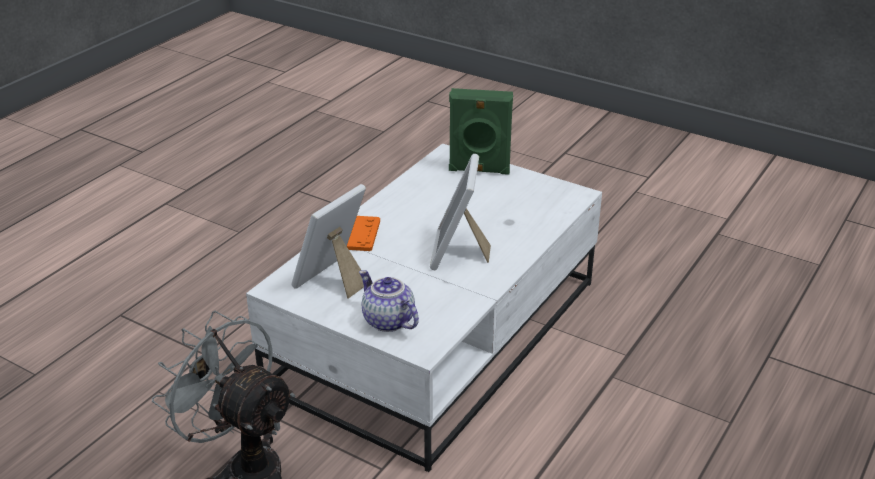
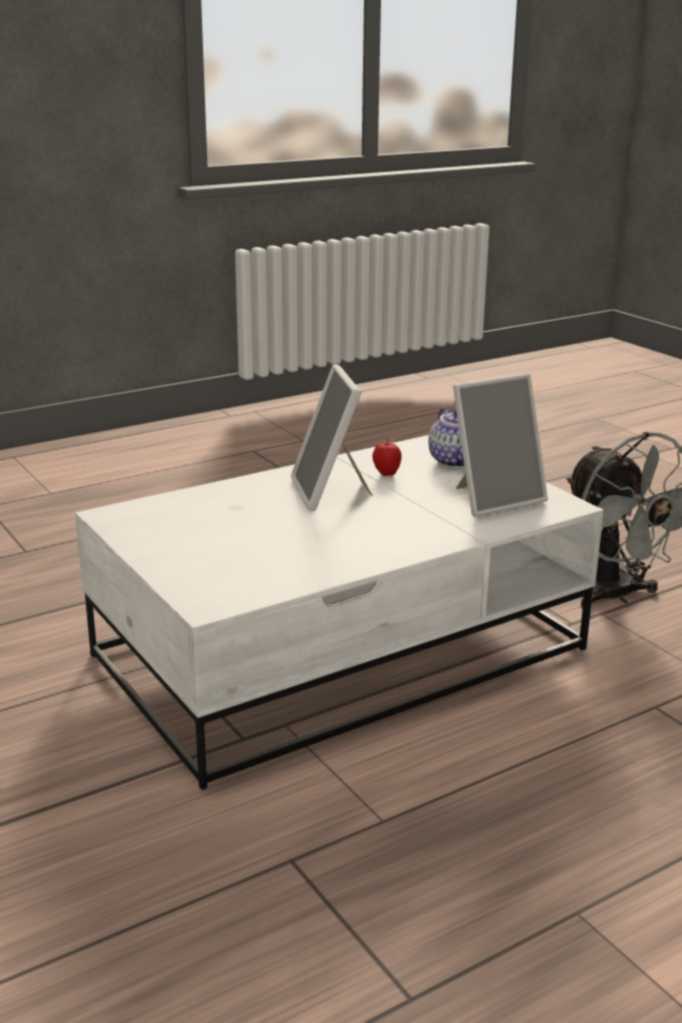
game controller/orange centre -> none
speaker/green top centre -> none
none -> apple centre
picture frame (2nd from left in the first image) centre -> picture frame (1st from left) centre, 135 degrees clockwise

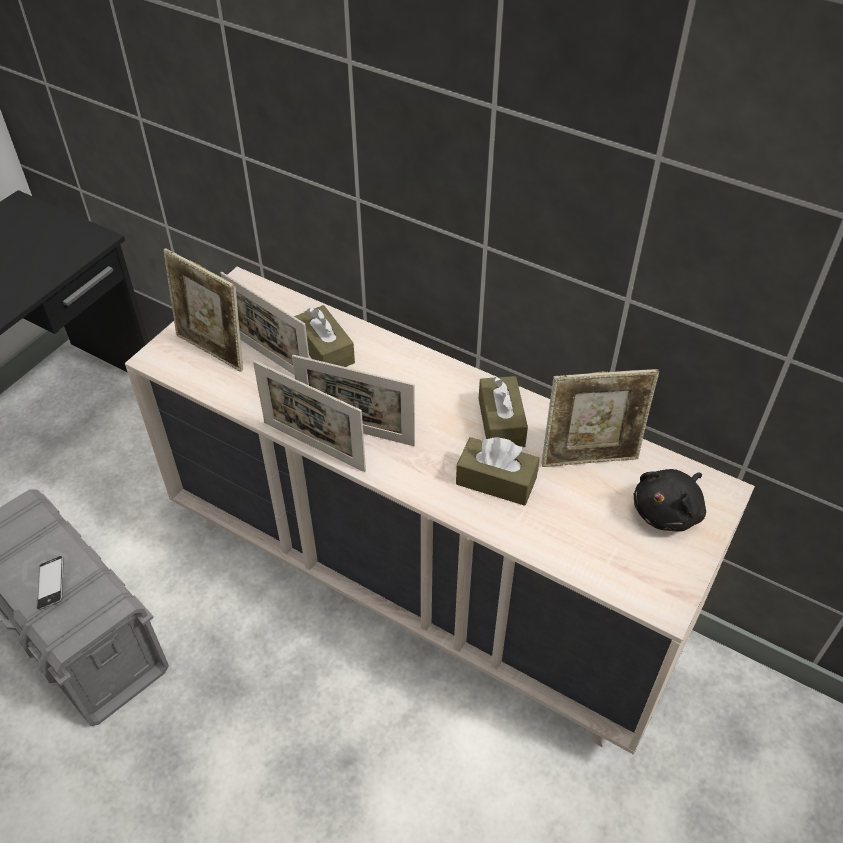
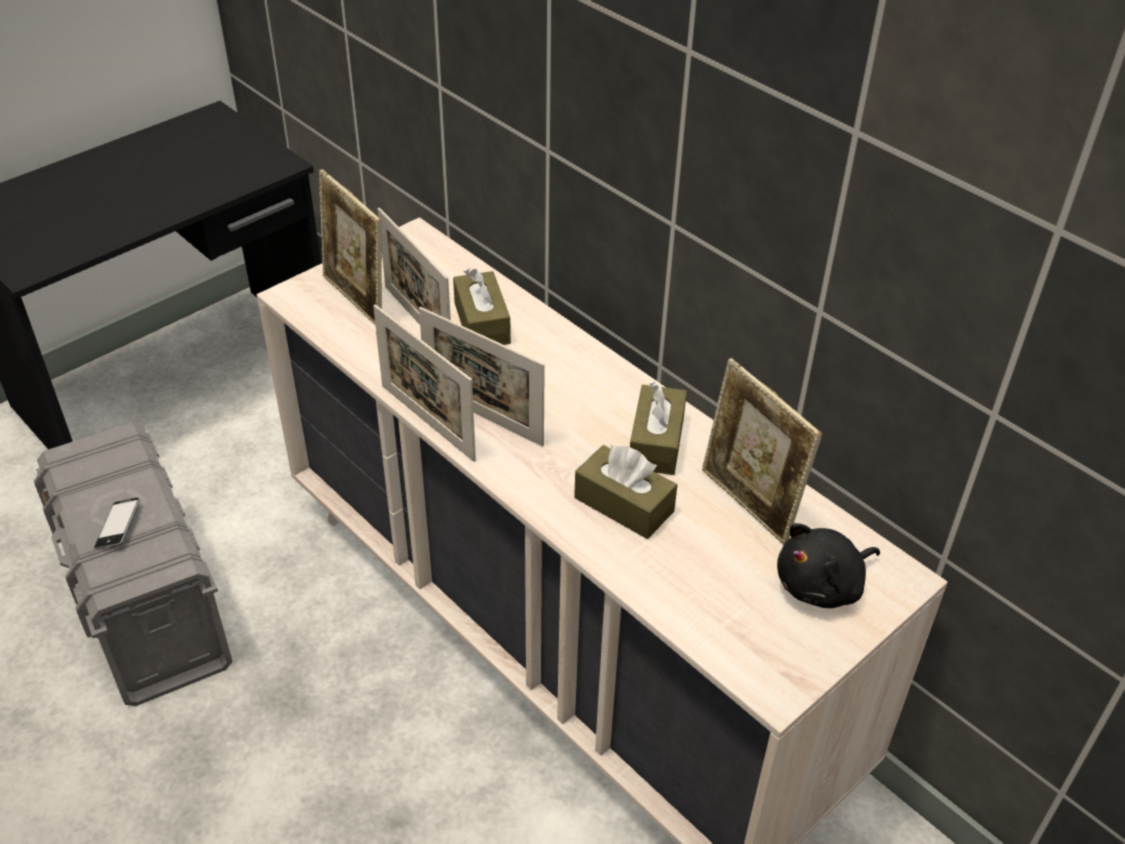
picture frame (5th from left) middle right, 45 degrees clockwise

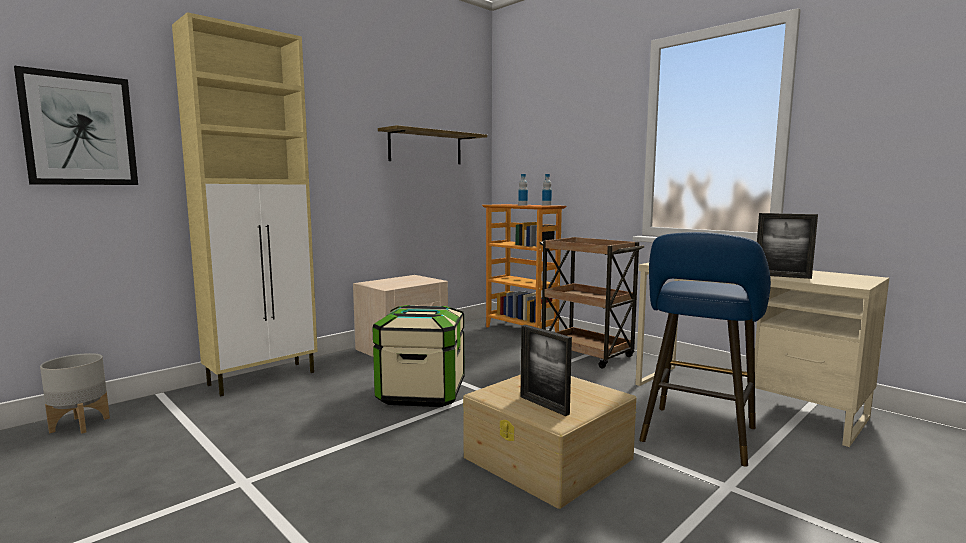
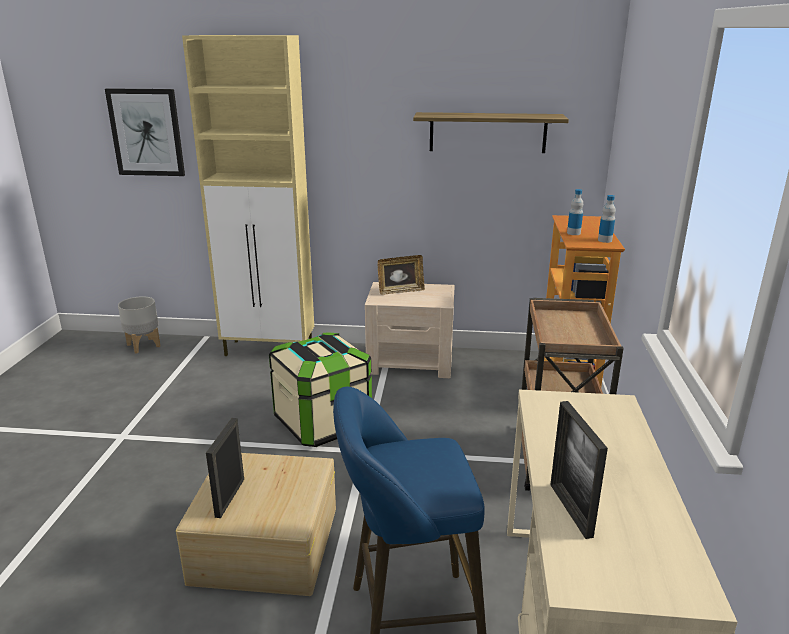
none -> picture frame (2nd from left) centre

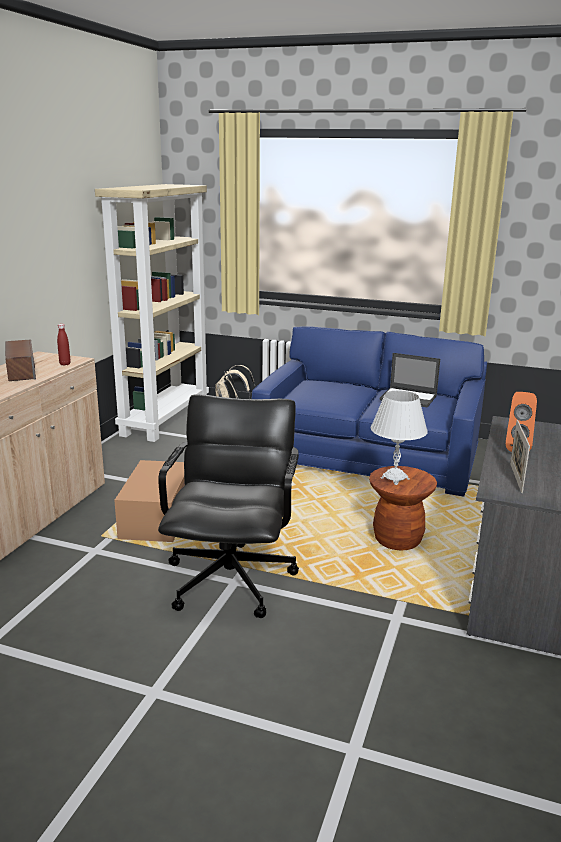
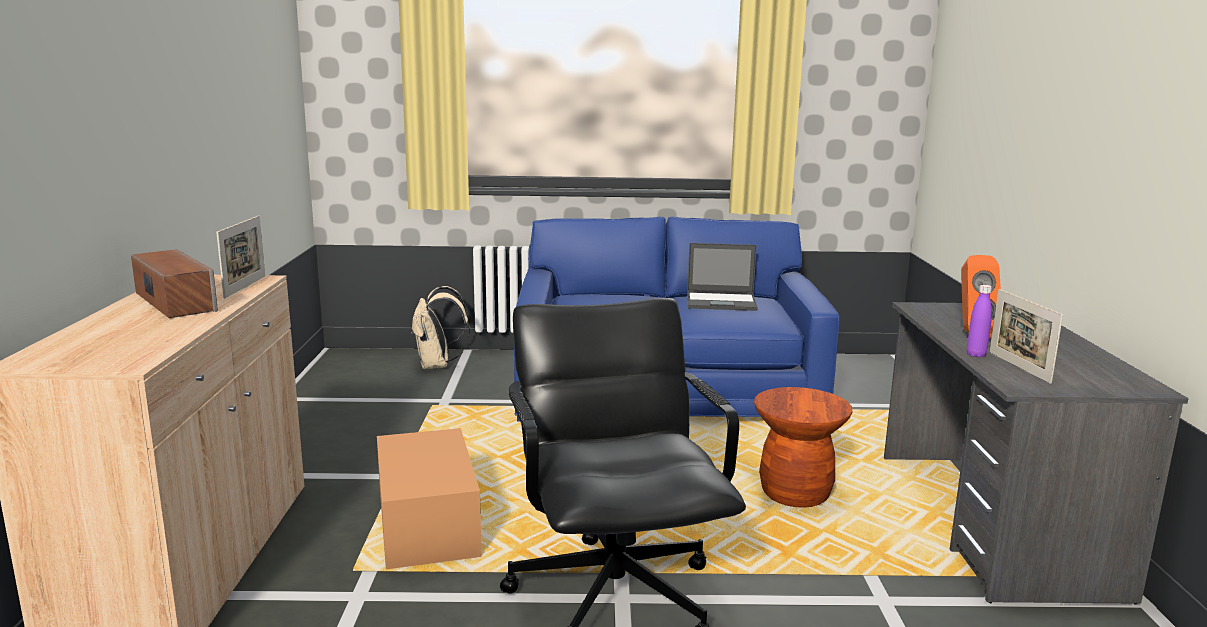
bookcase/beige middle left -> none
table lamp/white middle right -> none
none -> bottle/purple middle right
bottle/red middle left -> picture frame (1st from left) middle left

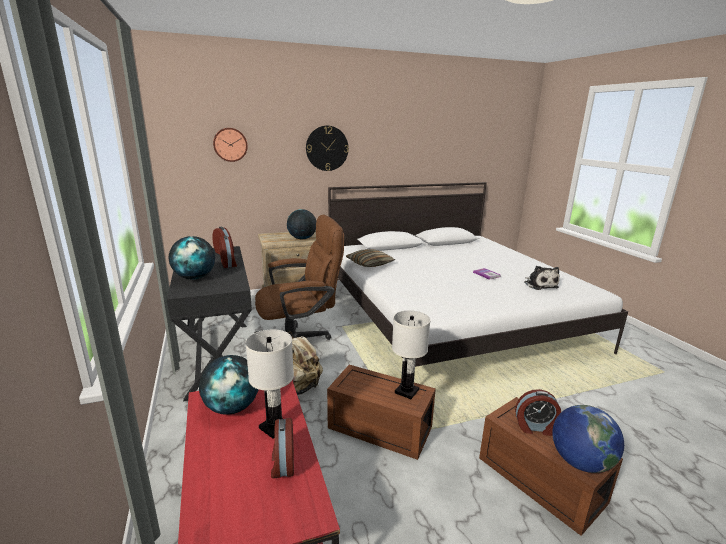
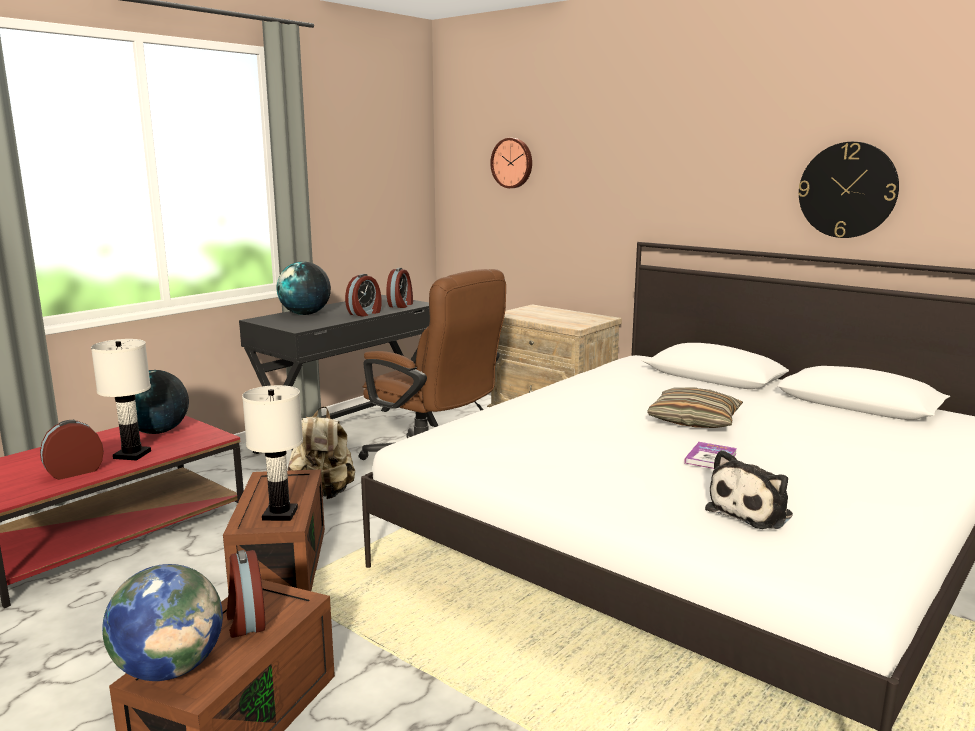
globe (3rd from left) centre -> none
wall clock (2nd from left) top centre -> wall clock (2nd from left) top right, moved
pillow centre -> pillow middle right, moved

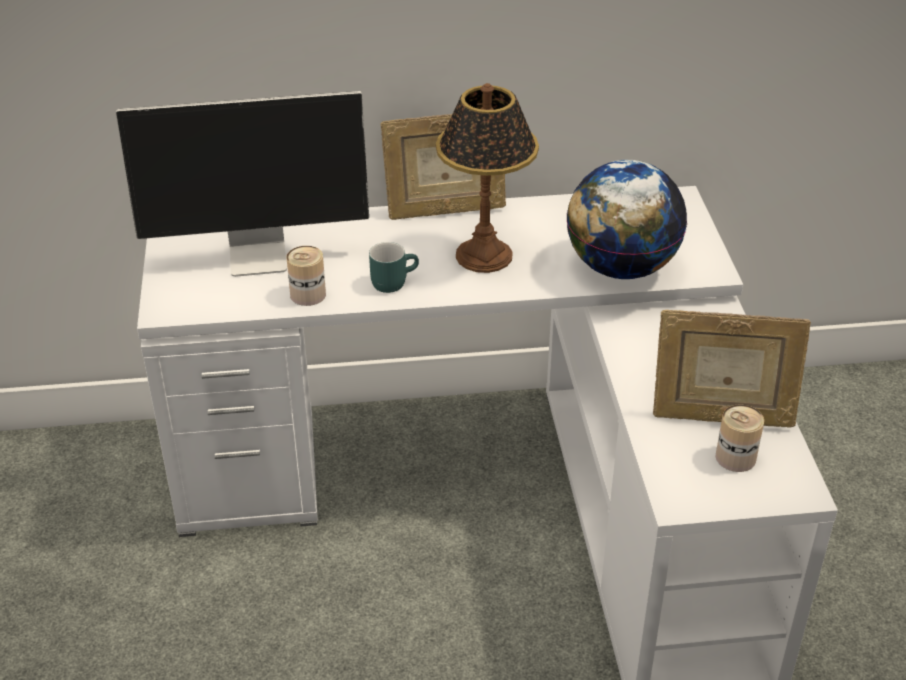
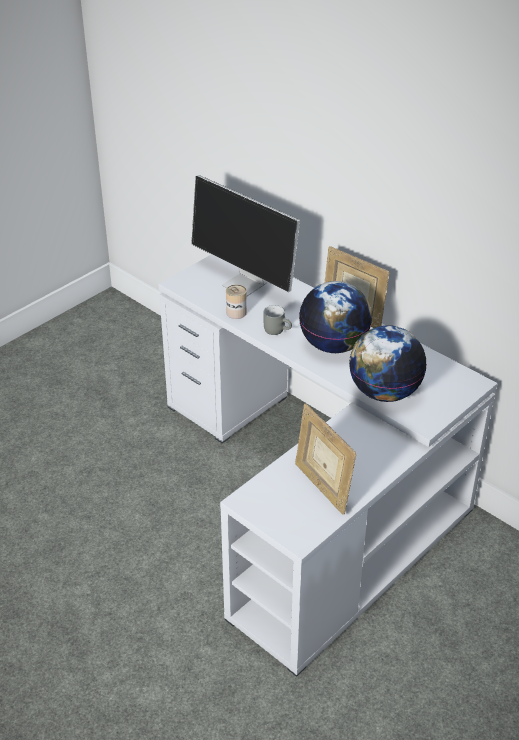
can (2nd from left) middle right -> none
table lamp top centre -> globe (1st from left) centre
mug/turquoise centre -> mug/grey centre

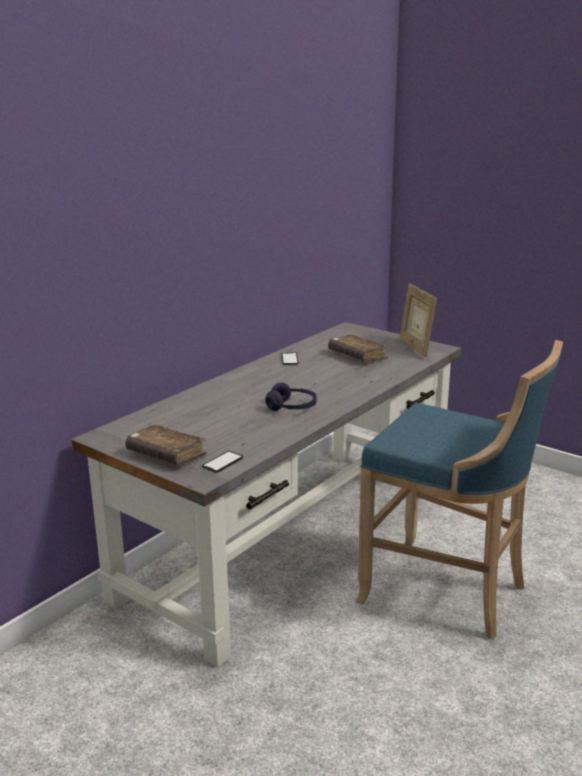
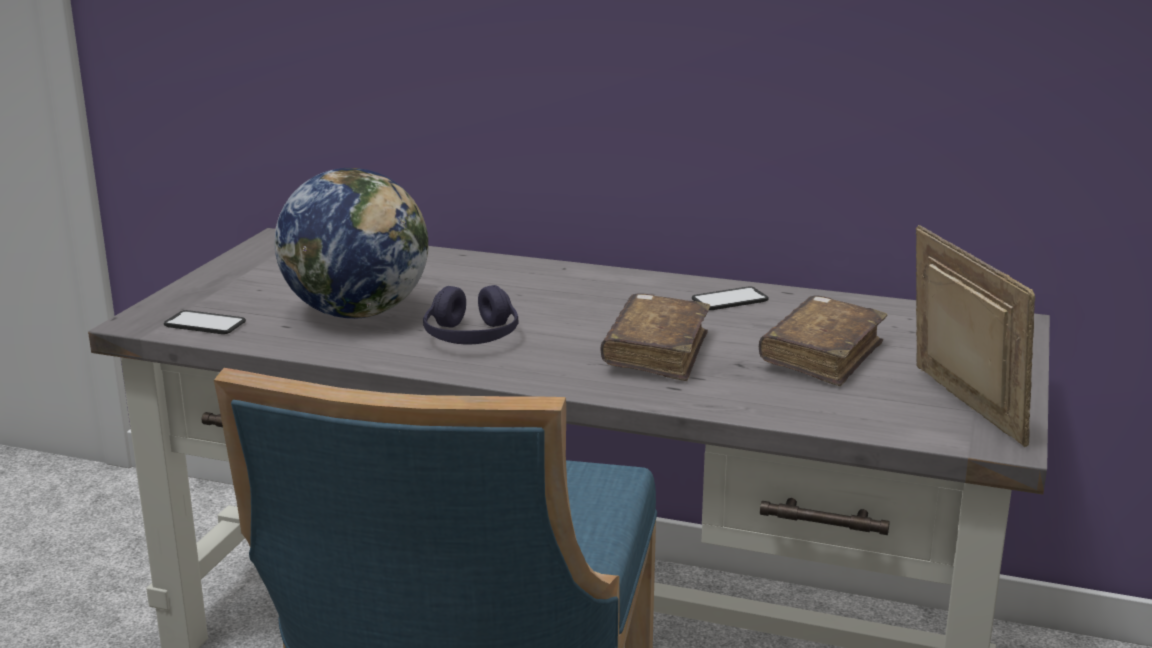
none -> globe middle left
book/brown (1st from left) middle left -> book/brown (1st from left) centre, moved
picture frame middle right, 105 degrees clockwise

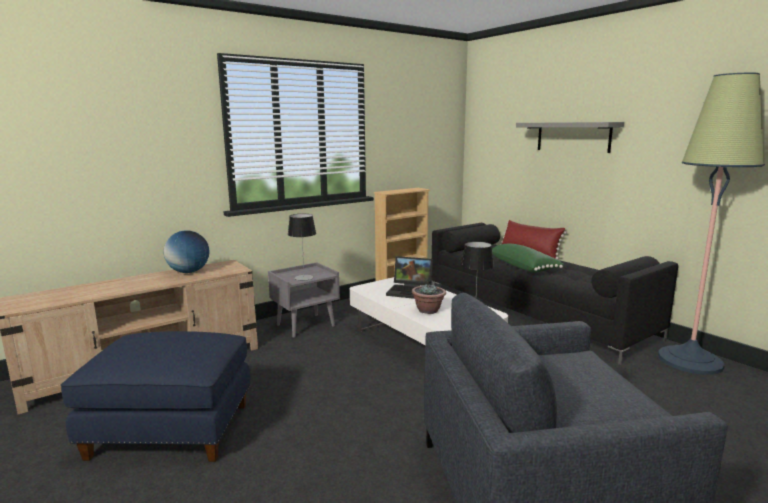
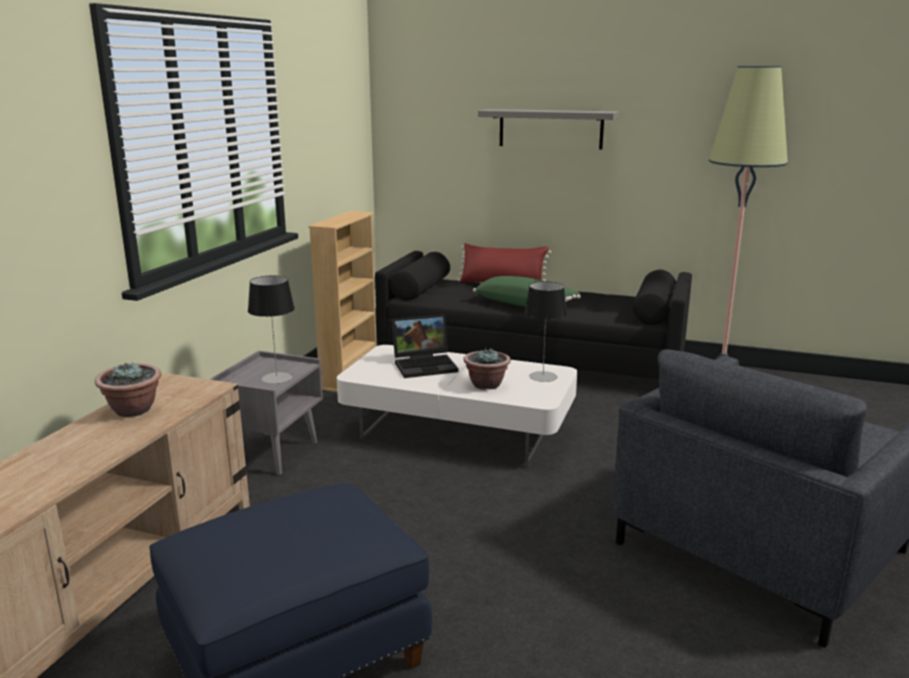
globe middle left -> potted plant (1st from left) middle left

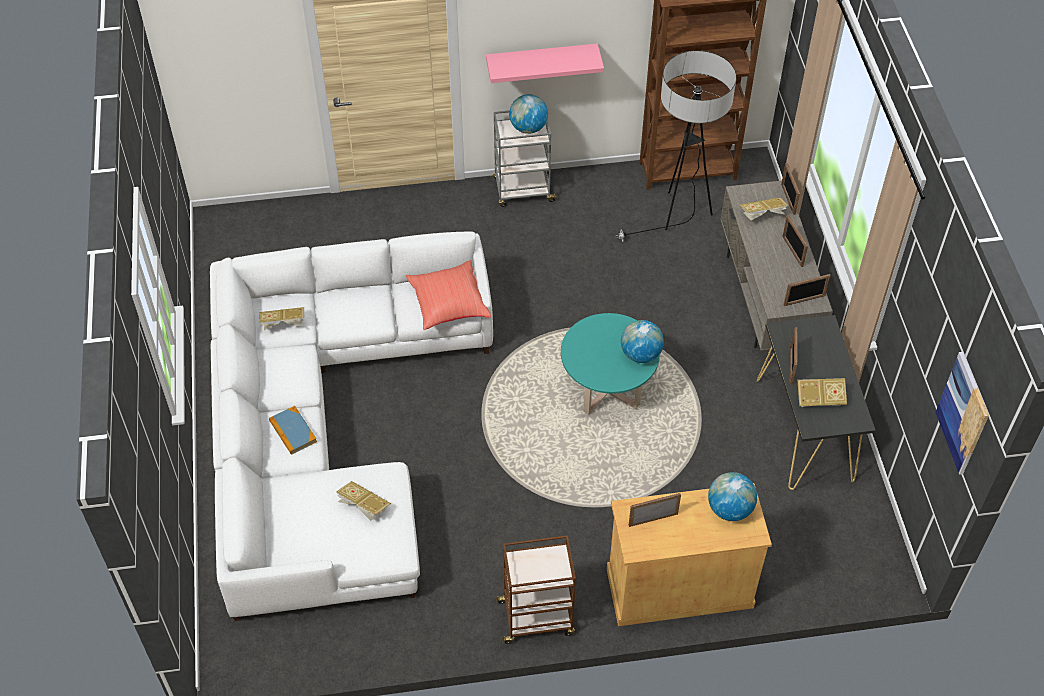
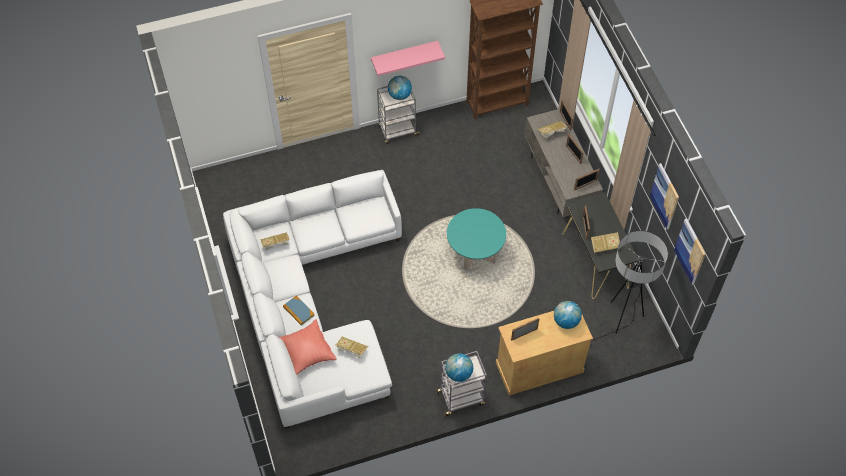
none -> picture (1st from left) middle right
pillow/red centre -> pillow/red bottom centre, moved
floor lamp top centre -> floor lamp middle right, moved
globe (2nd from left) centre -> globe (2nd from left) bottom centre, moved
cart/brown bottom centre -> cart/grey (2nd from left) bottom centre

